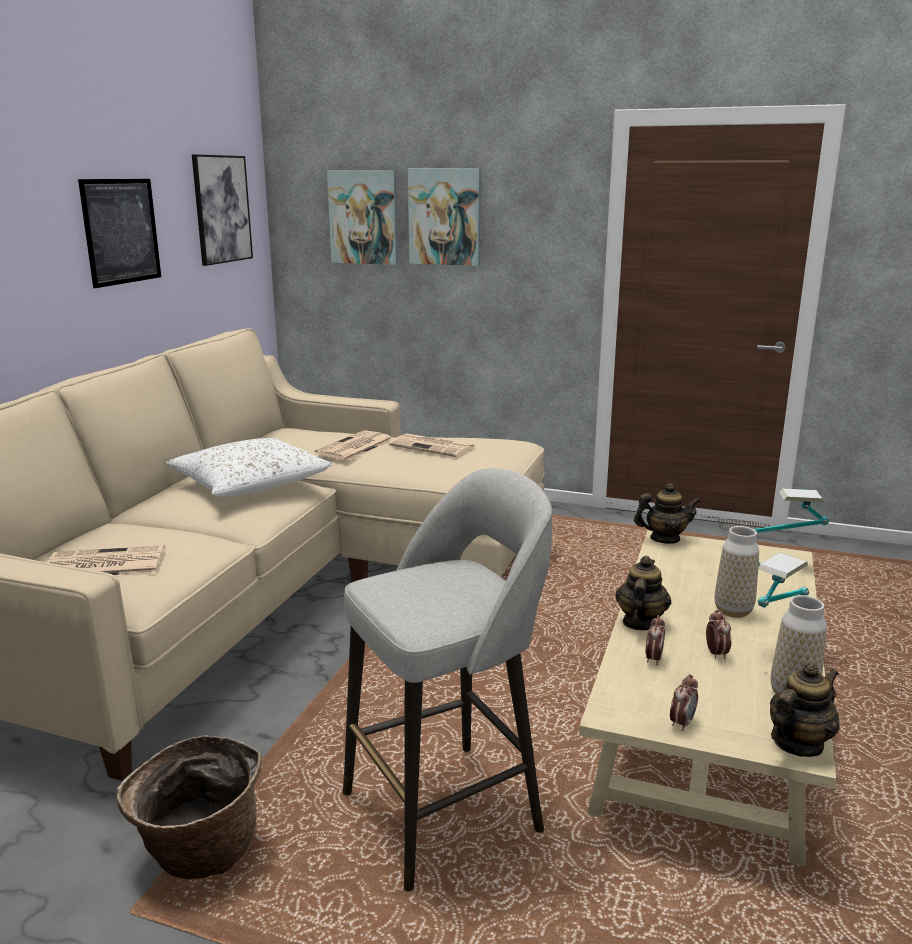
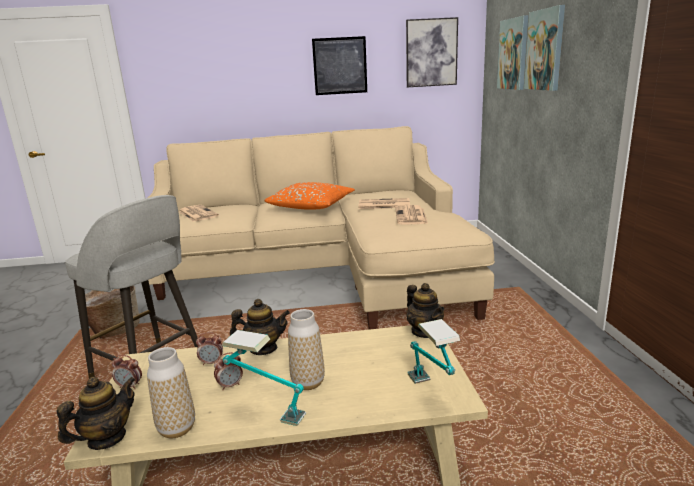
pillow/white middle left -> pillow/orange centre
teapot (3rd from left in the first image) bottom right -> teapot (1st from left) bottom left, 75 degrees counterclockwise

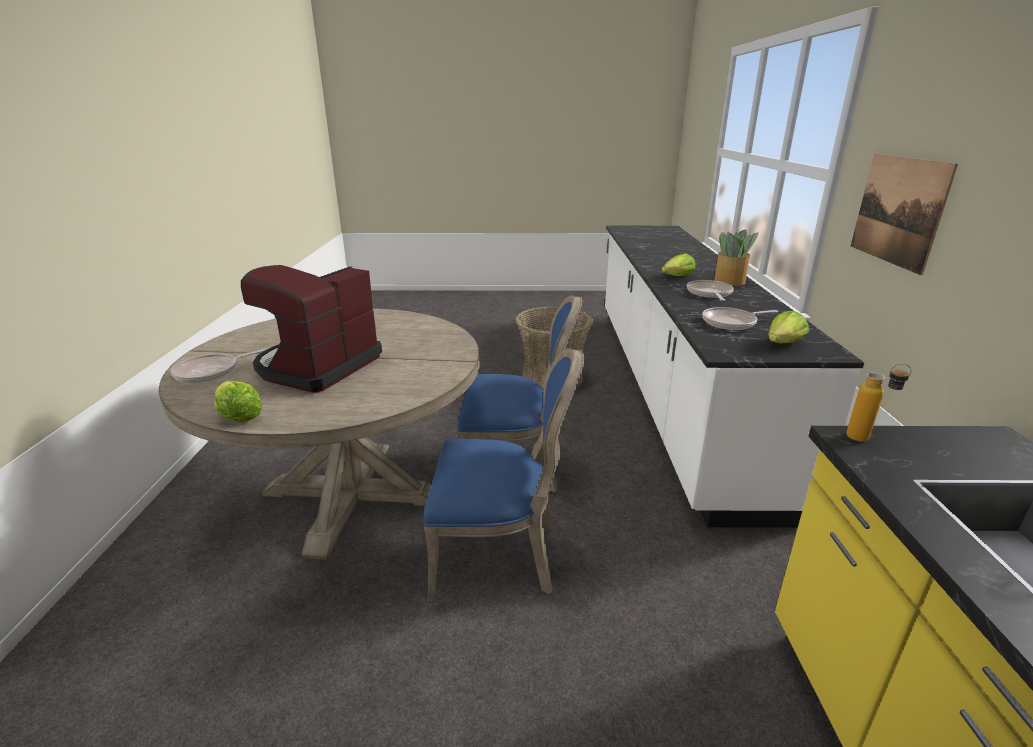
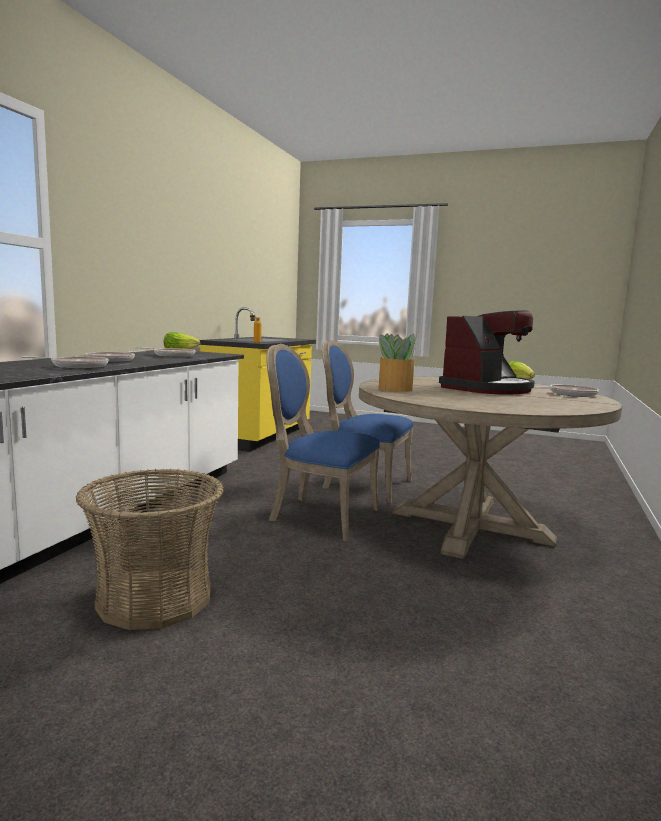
picture top right -> none
potted plant middle right -> potted plant centre, moved
lettuce (2nd from left) centre -> frying pan (1st from left) middle left

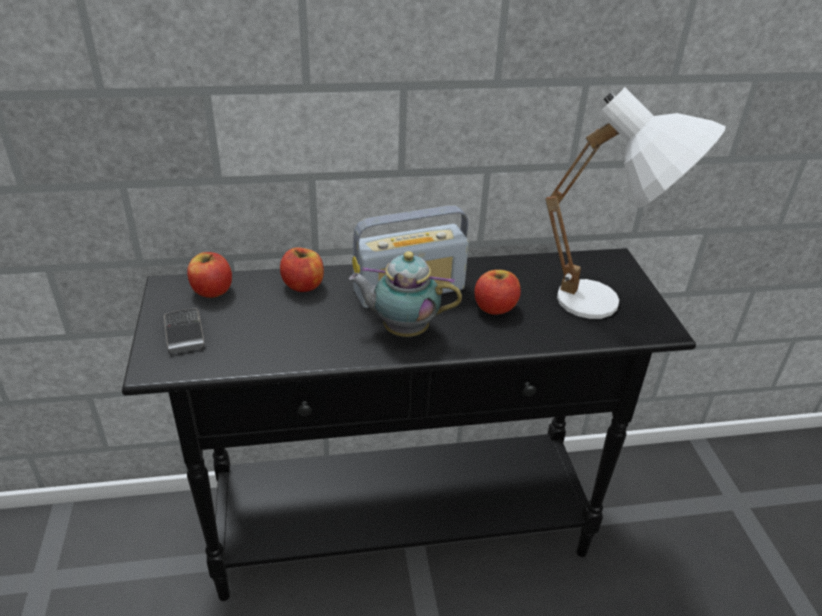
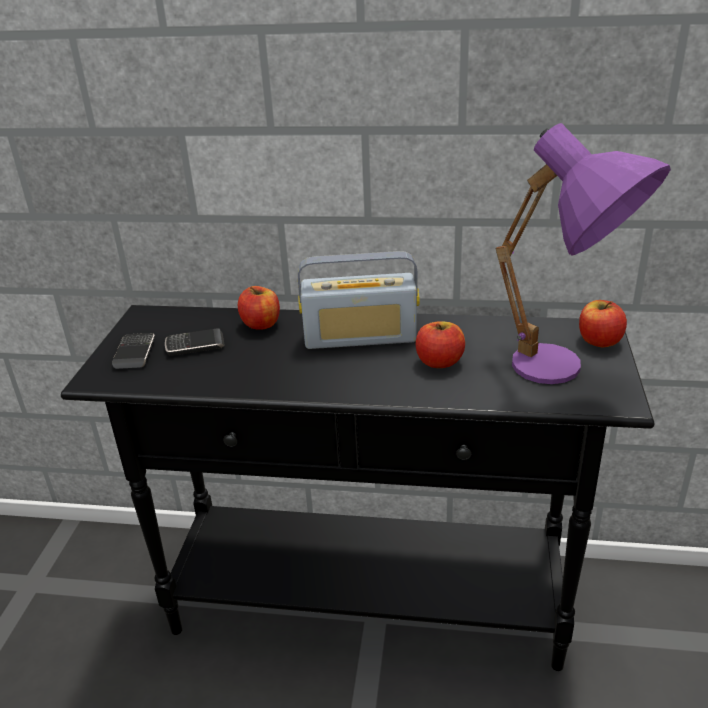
teapot centre -> none
none -> phone (2nd from left) middle left
apple (1st from left in the first image) middle left -> apple (3rd from left) middle right, moved
table lamp/white top right -> table lamp/purple middle right

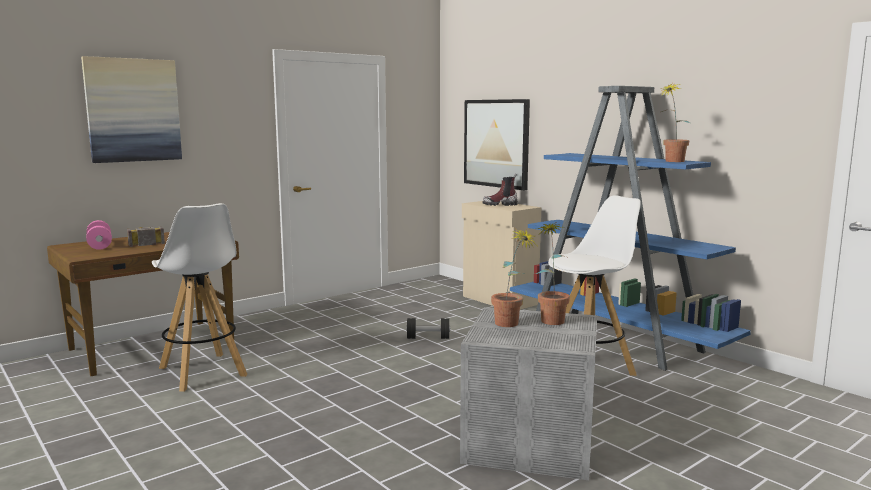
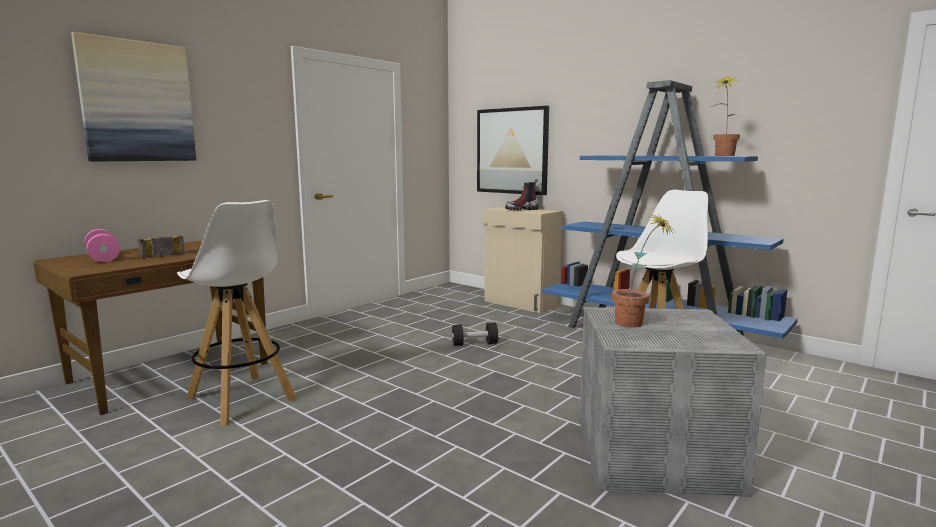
potted plant (2nd from left) centre -> none

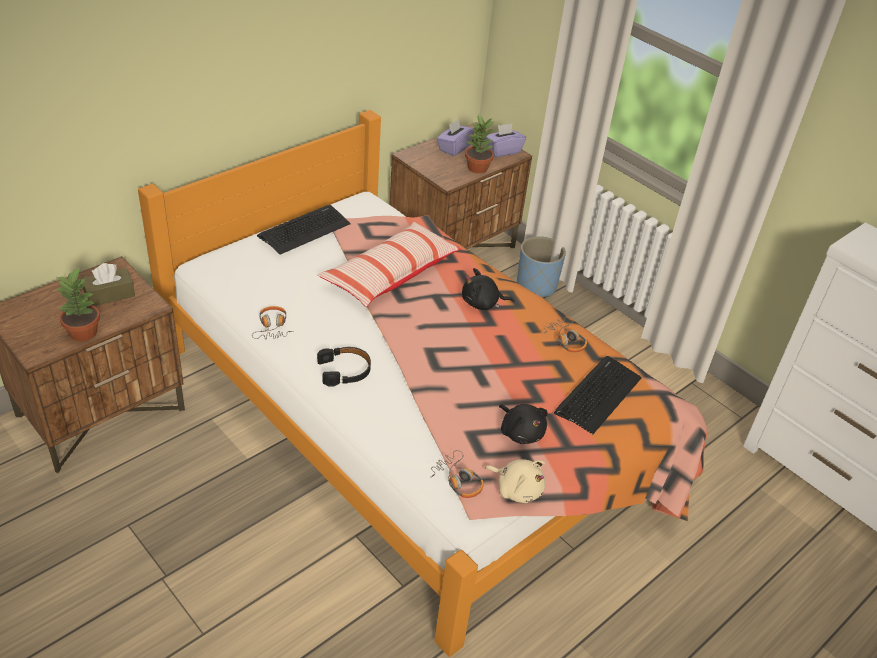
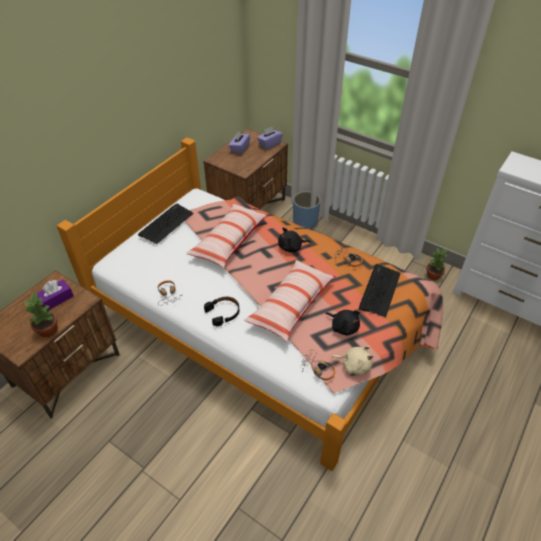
none -> pillow (2nd from left) centre
potted plant (2nd from left) top centre -> potted plant (2nd from left) middle right, moved
tissue box/brown middle left -> tissue box/purple (1st from left) middle left

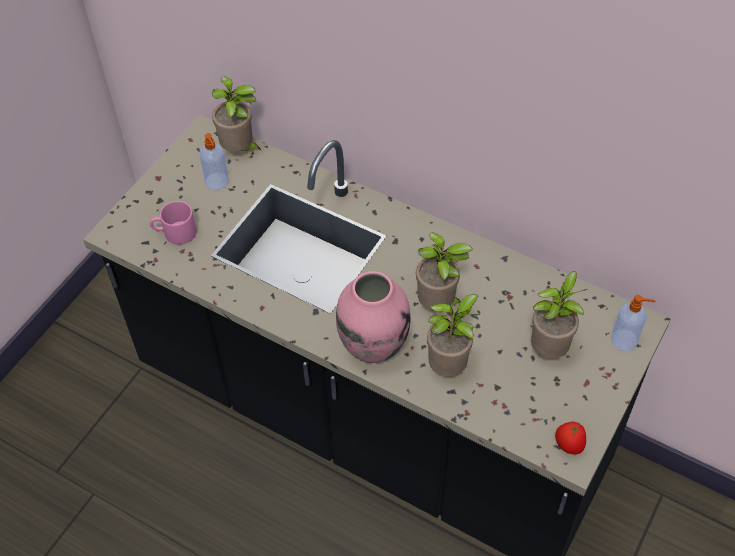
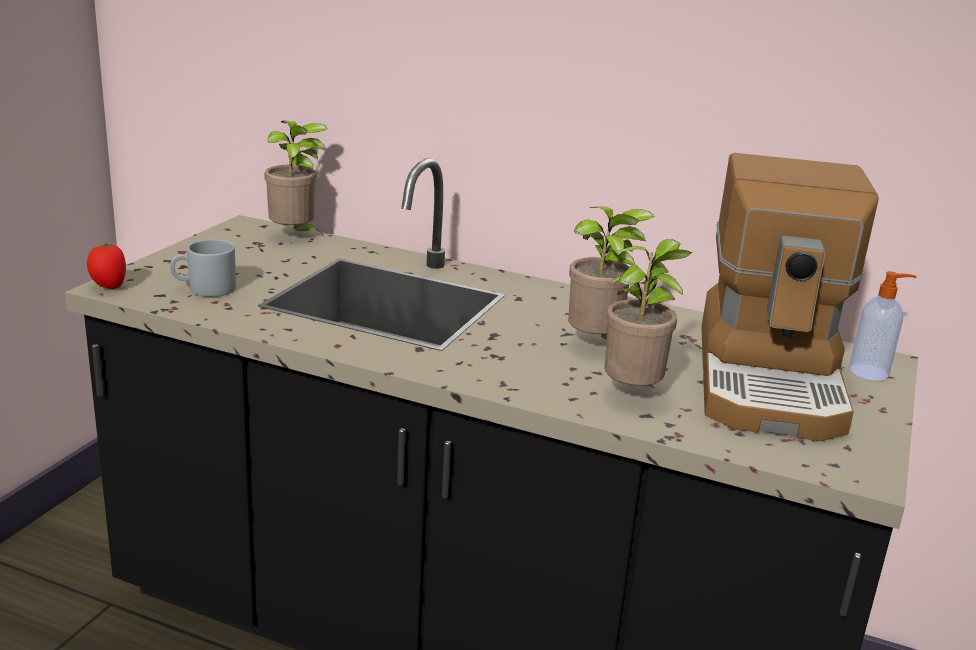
soap dispenser (1st from left) top left -> none
vase/pink centre -> none
tomato bottom right -> tomato middle left, moved
potted plant (4th from left) middle right -> coffee machine middle right
mug/pink middle left -> mug/grey middle left

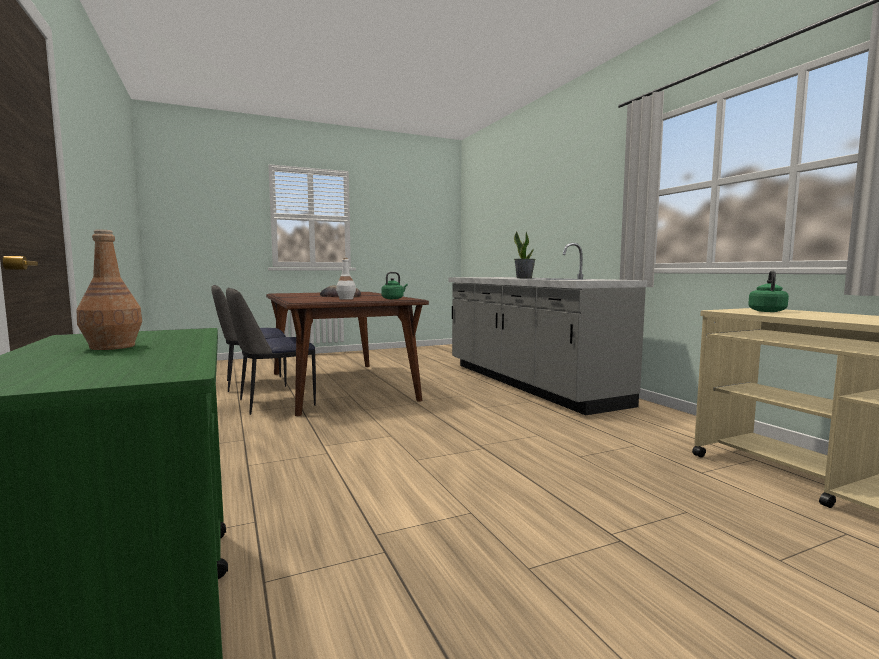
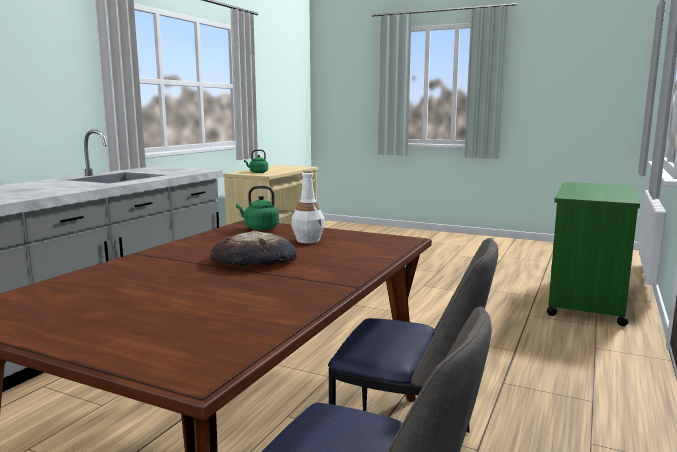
bottle/brown middle left -> none
potted plant centre -> none

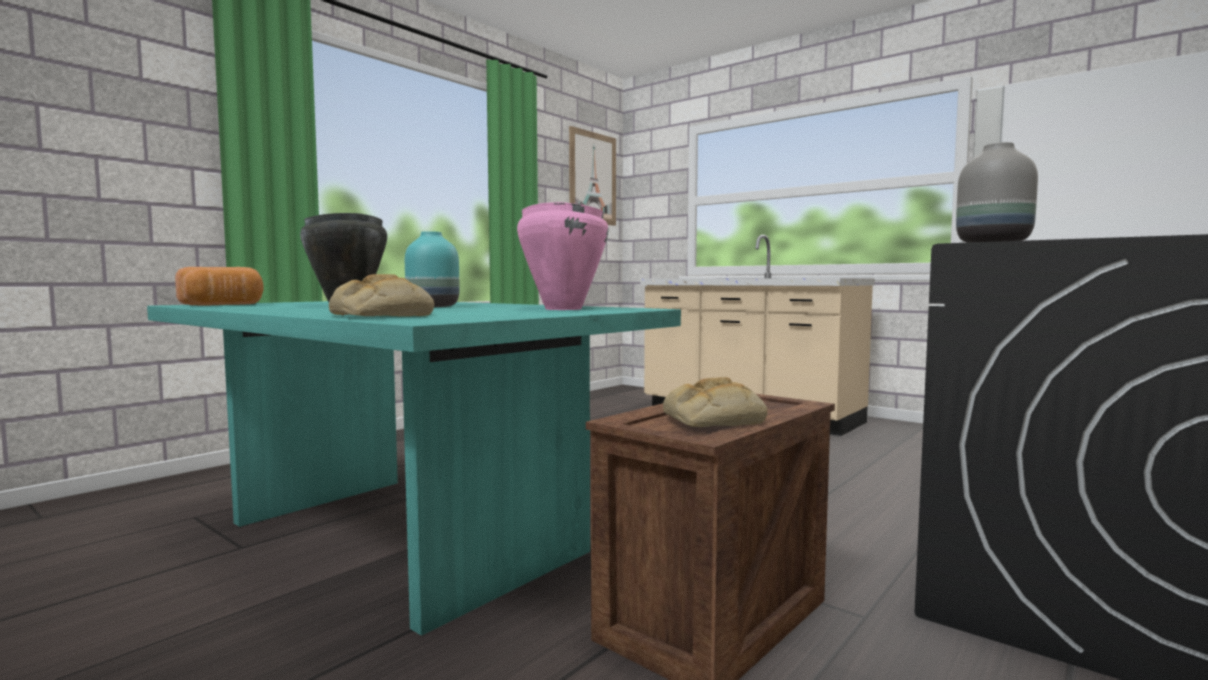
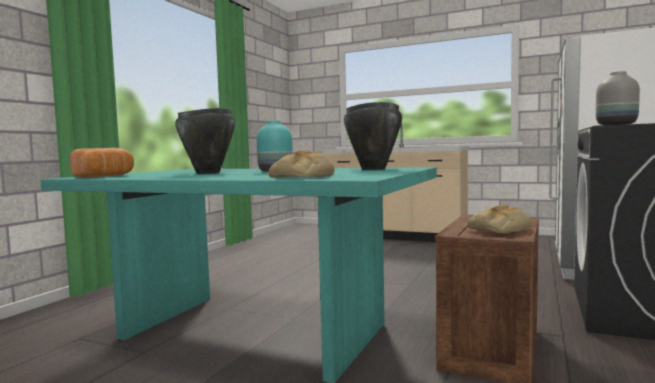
picture top centre -> none
cooking pot/pink centre -> cooking pot/black (2nd from left) centre

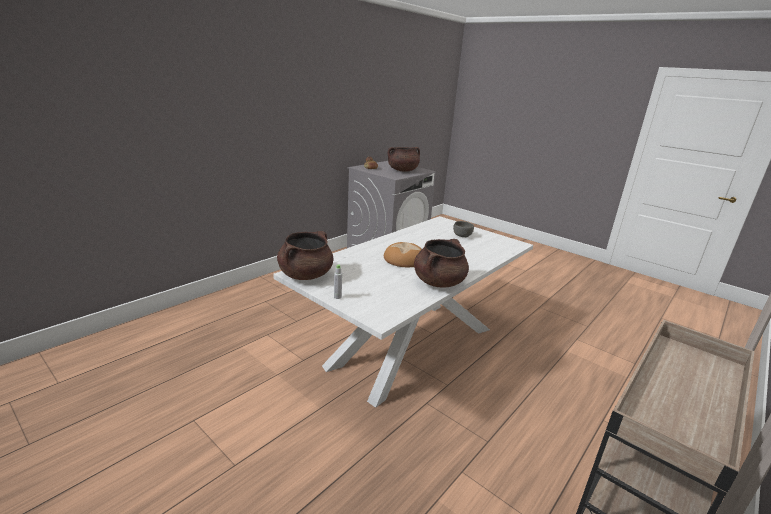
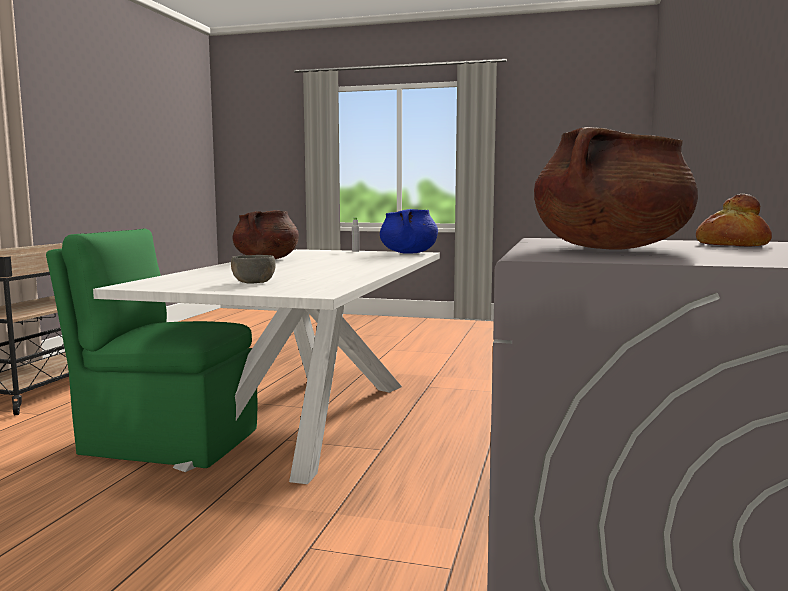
bread (2nd from left) centre -> none
none -> chair/green middle left
cooking pot/brown (1st from left) centre -> cooking pot/blue centre

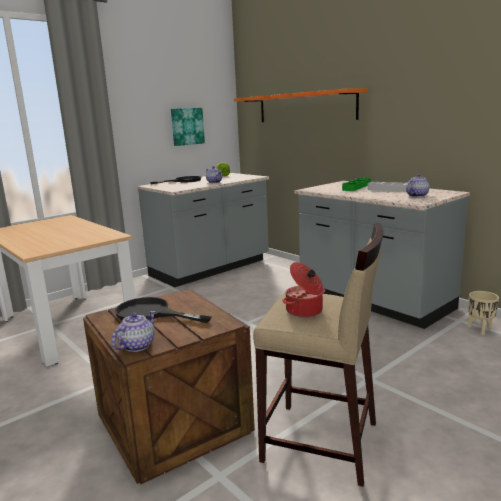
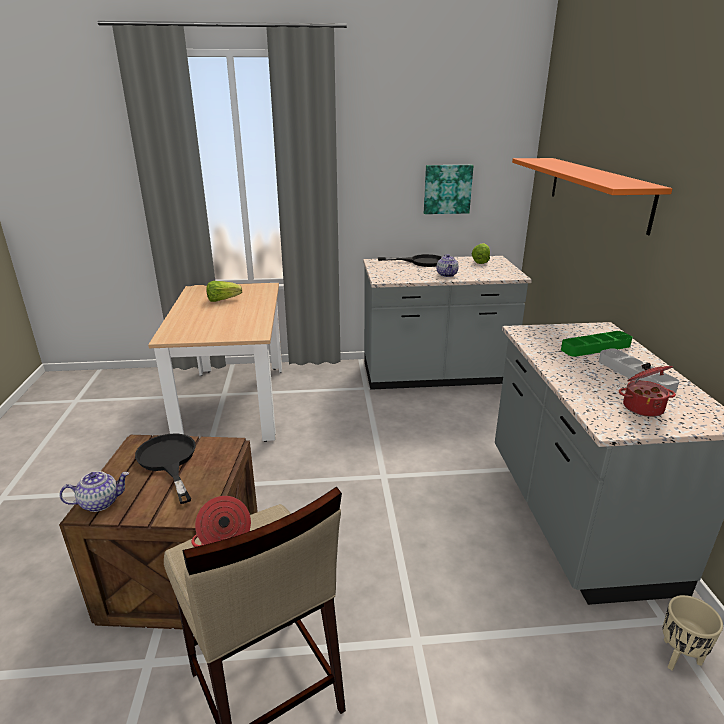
none -> lettuce (1st from left) middle left
teapot (3rd from left) middle right -> cooking pot (2nd from left) middle right

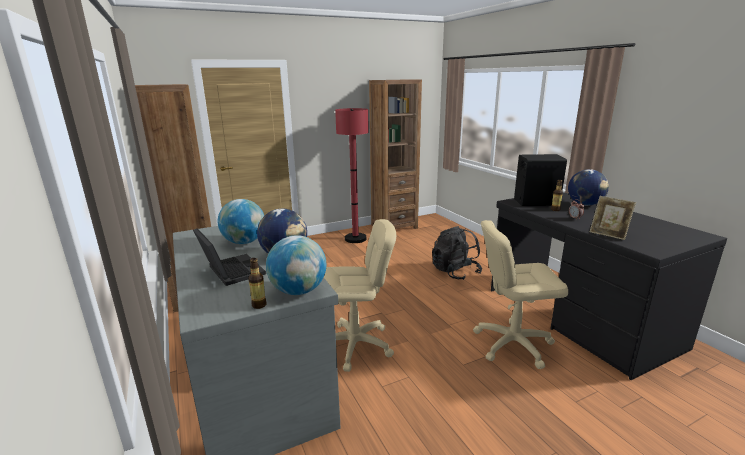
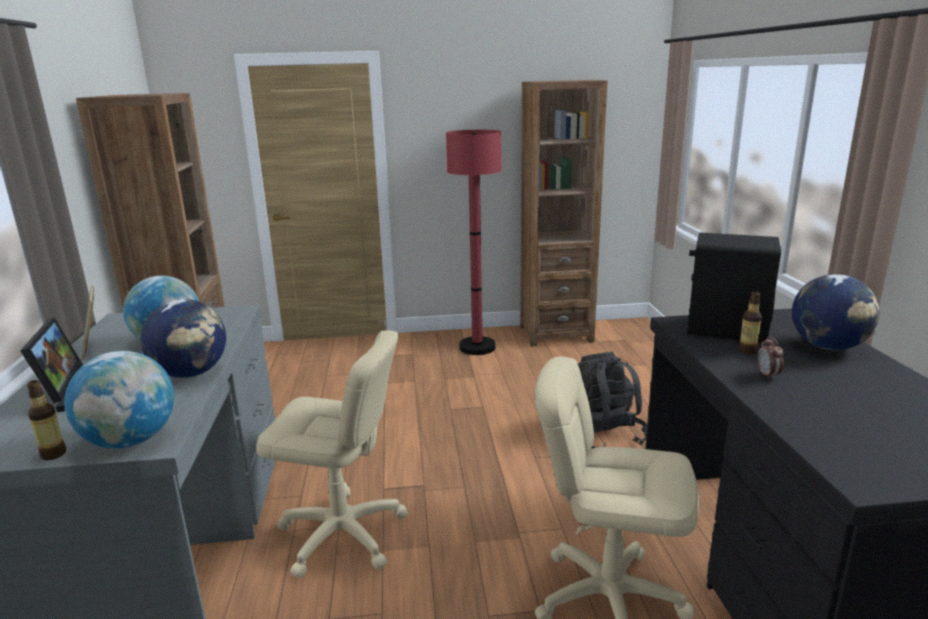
picture frame middle right -> picture frame middle left, moved

